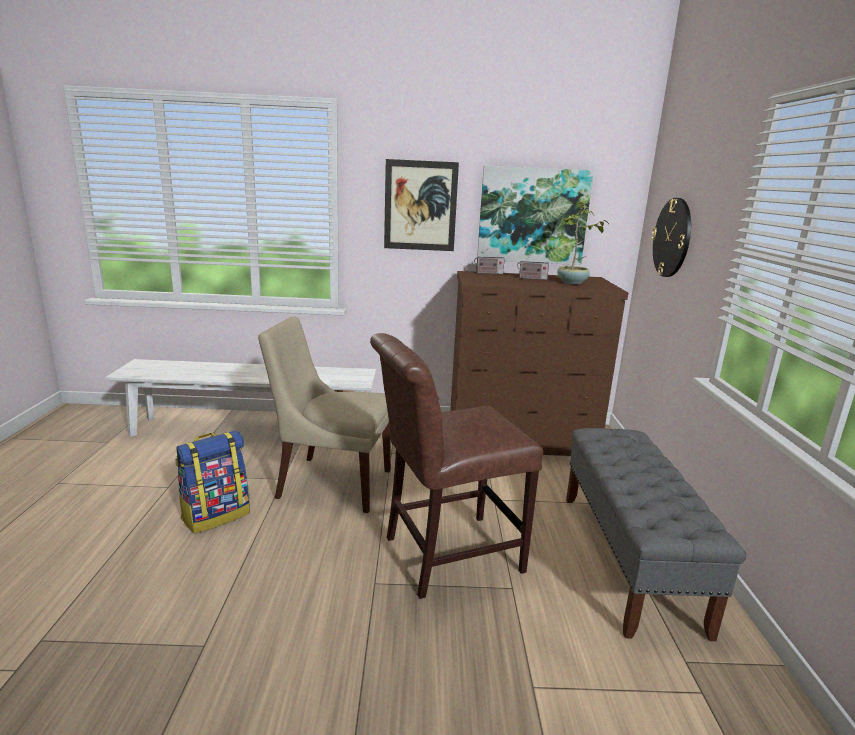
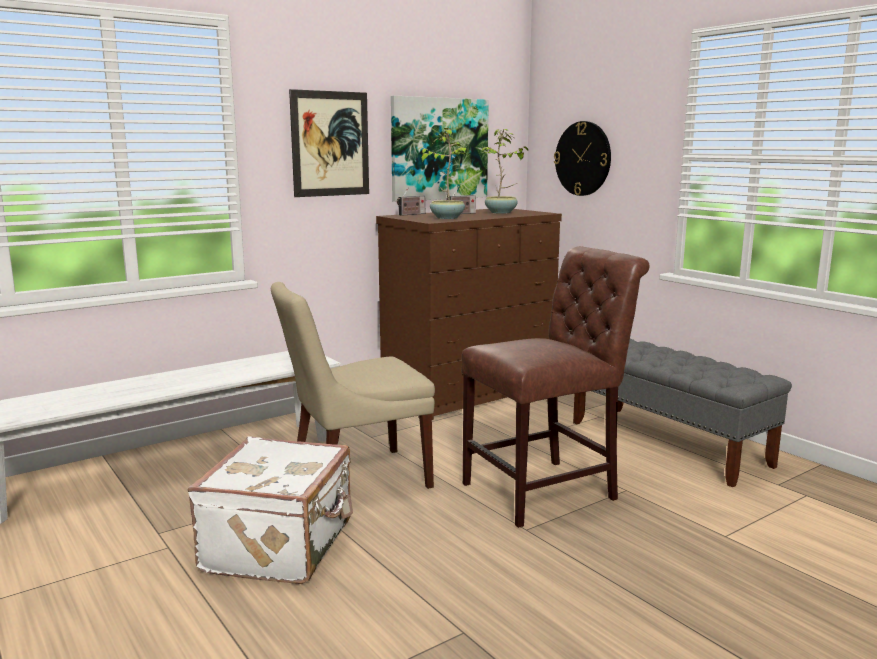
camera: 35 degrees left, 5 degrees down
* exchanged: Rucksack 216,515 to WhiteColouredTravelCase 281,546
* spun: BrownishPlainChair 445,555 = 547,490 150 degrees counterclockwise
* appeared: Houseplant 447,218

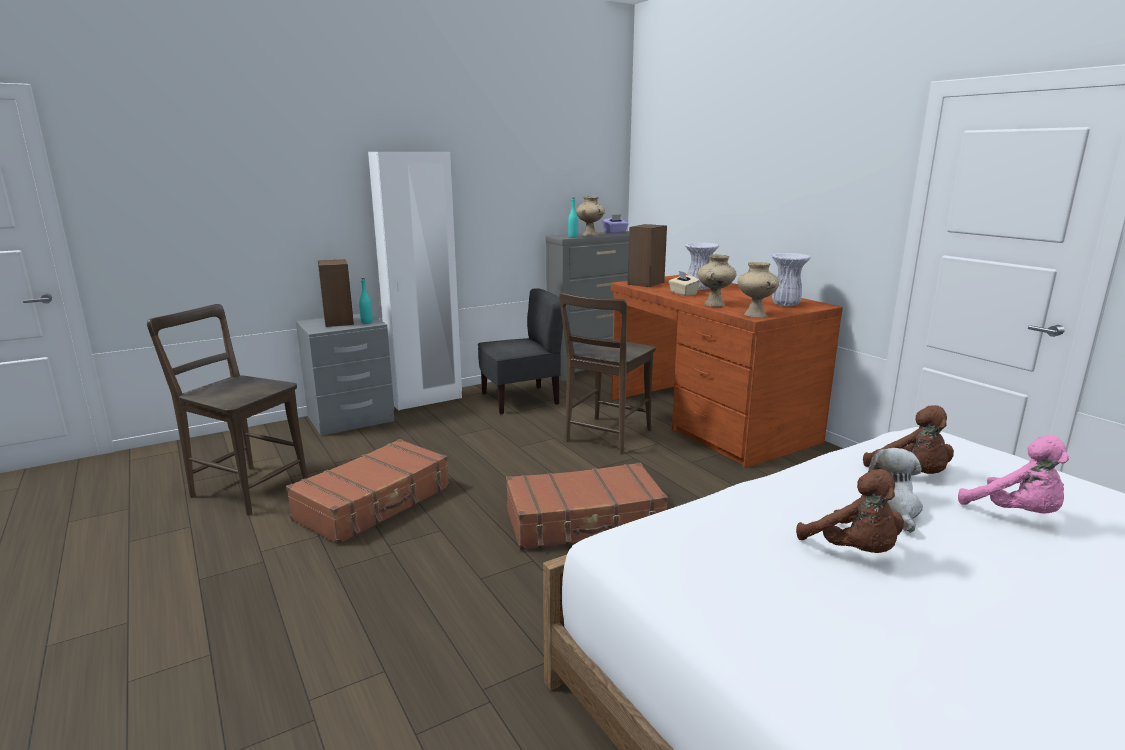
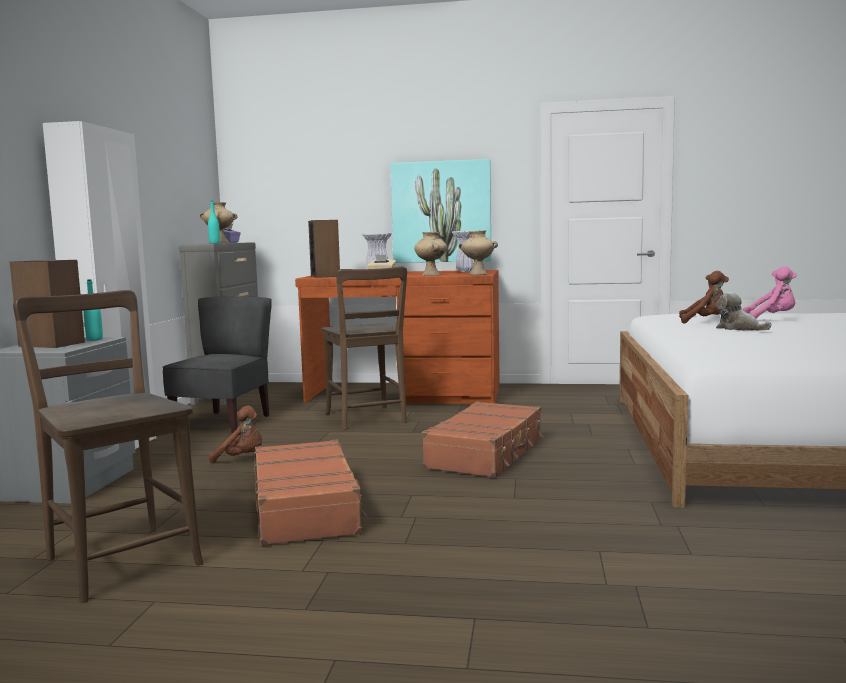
camera: 50 degrees left, 10 degrees down
* spun: BrownishPlainChair 246,488 = 120,558 75 degrees clockwise
* relocated: BrownishSoftToy 854,551 to 242,459
* appeared: Picture 441,212

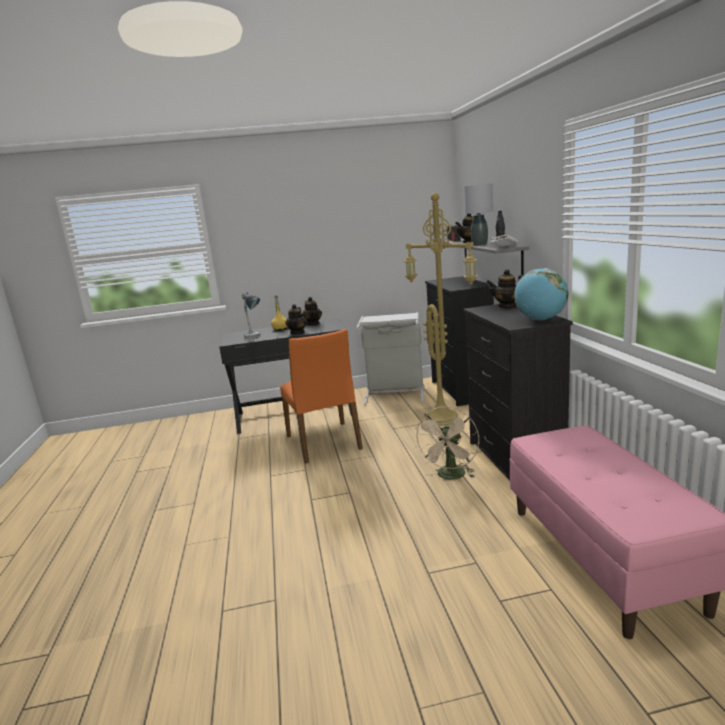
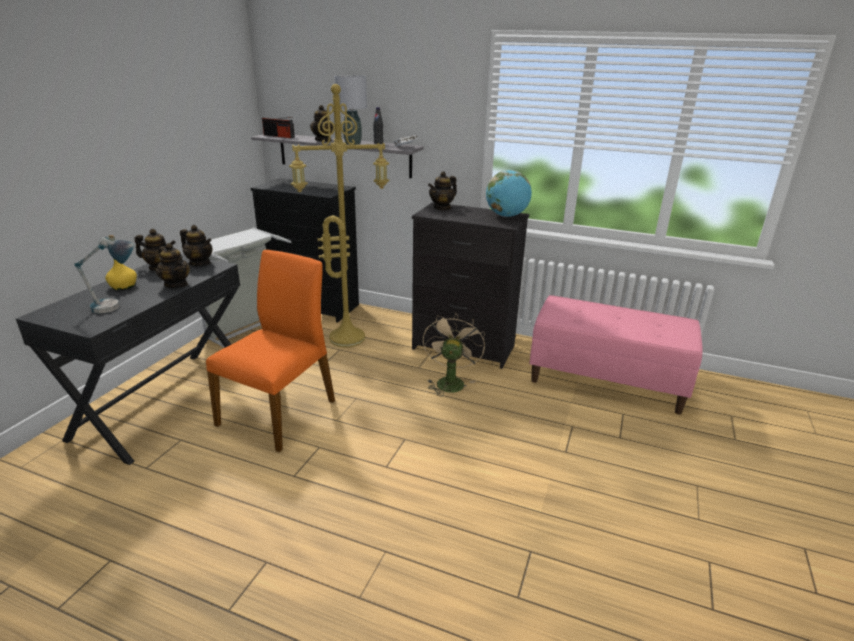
camera: 60 degrees left, 10 degrees up
* spun: OrangeyPlainChair 324,442 = 279,412 75 degrees counterclockwise
* spun: BeigeColouredFan 451,477 = 450,381 135 degrees counterclockwise
* appeared: PotForTea 200,263

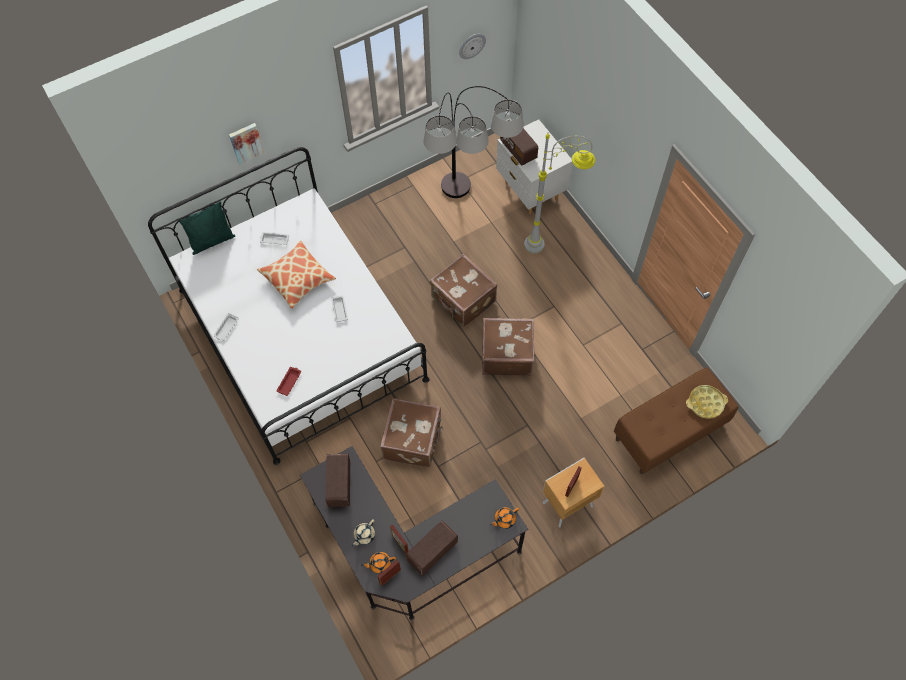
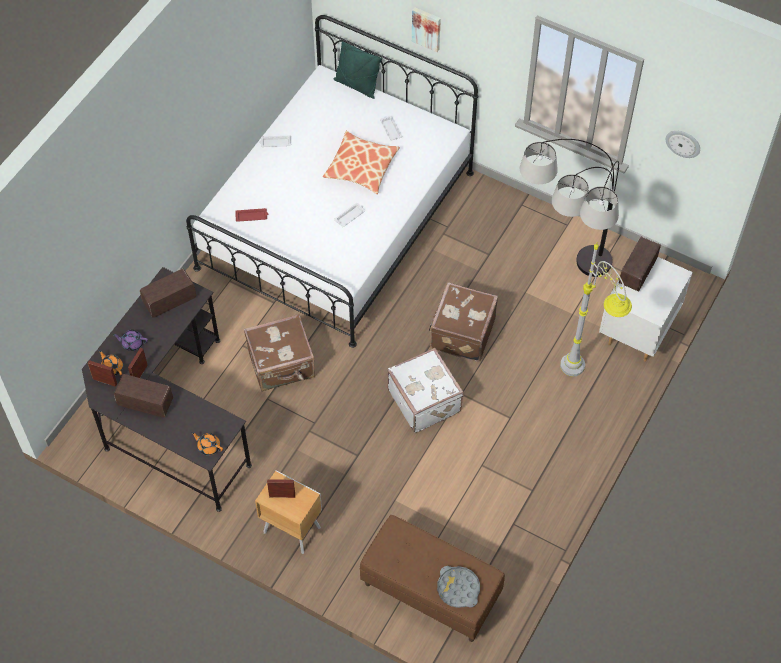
camera: 60 degrees right, 5 degrees down
* colour: BeigeColouredPotForTea 364,535 to PurplishPotForTea 132,343
* colour: BrownishTravelCase 506,354 to WhiteColouredTravelCase 425,400
* colour: YellowTray 705,403 to GreyishTray 458,589

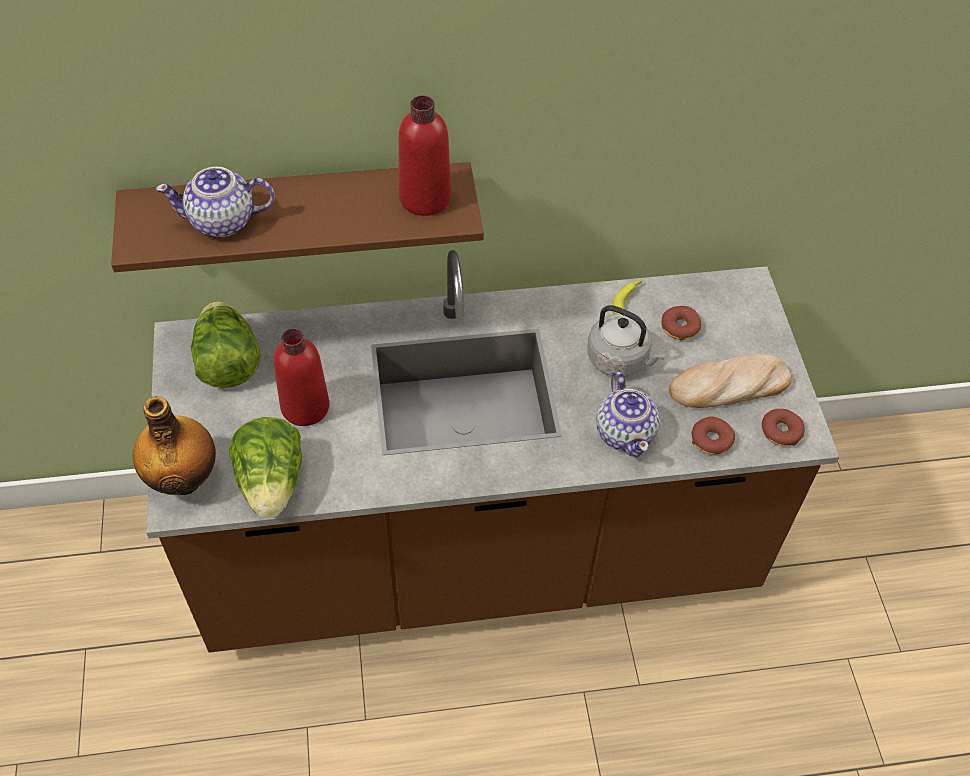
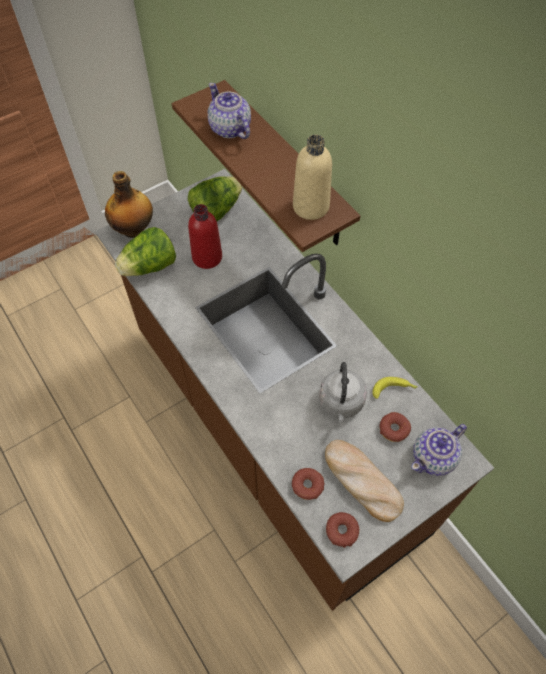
camera: 65 degrees right, 5 degrees up
* colour: ReddishDrinkBottle 425,198 to BeigeColouredDrinkBottle 311,206
* relocated: PotForTea 625,432 to 434,457

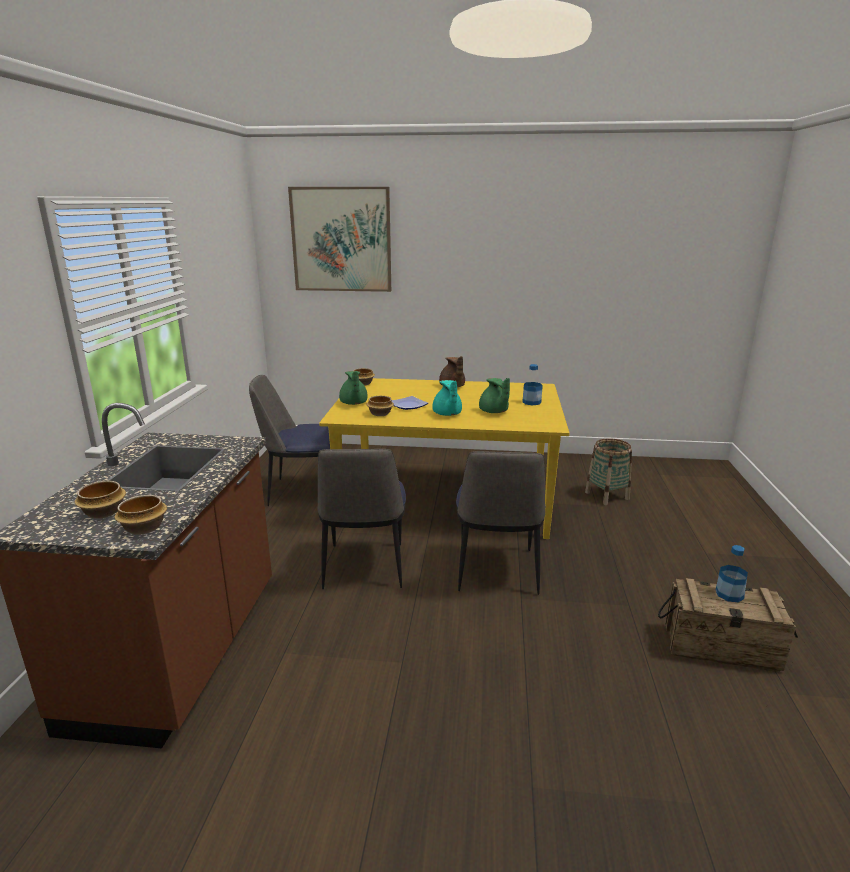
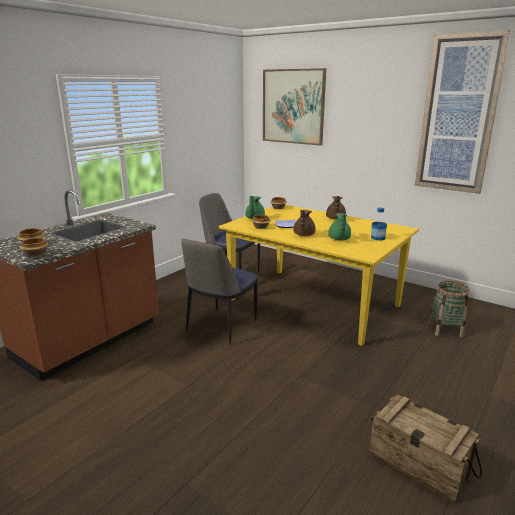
camera: 30 degrees right, 0 degrees up
* colour: TurquoisePotForTea 447,414 to BrownishPotForTea 303,235
* missing: PlainChair 496,571
* missing: DrinkBottle 729,594
* appeared: Picture 458,115

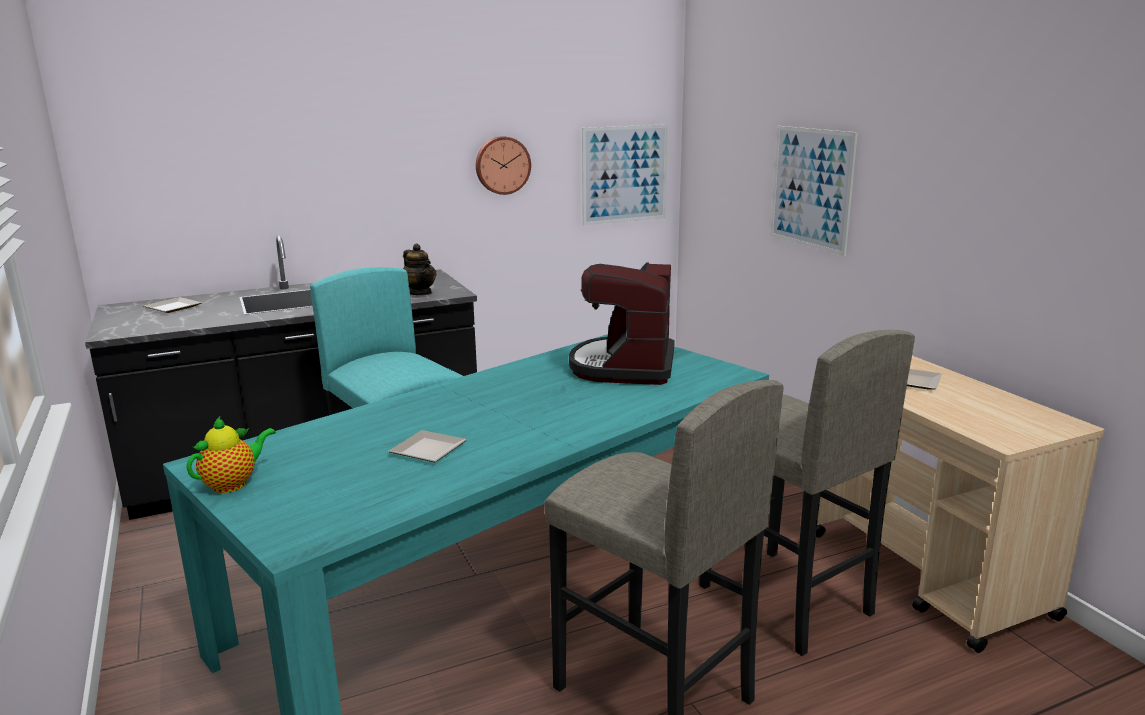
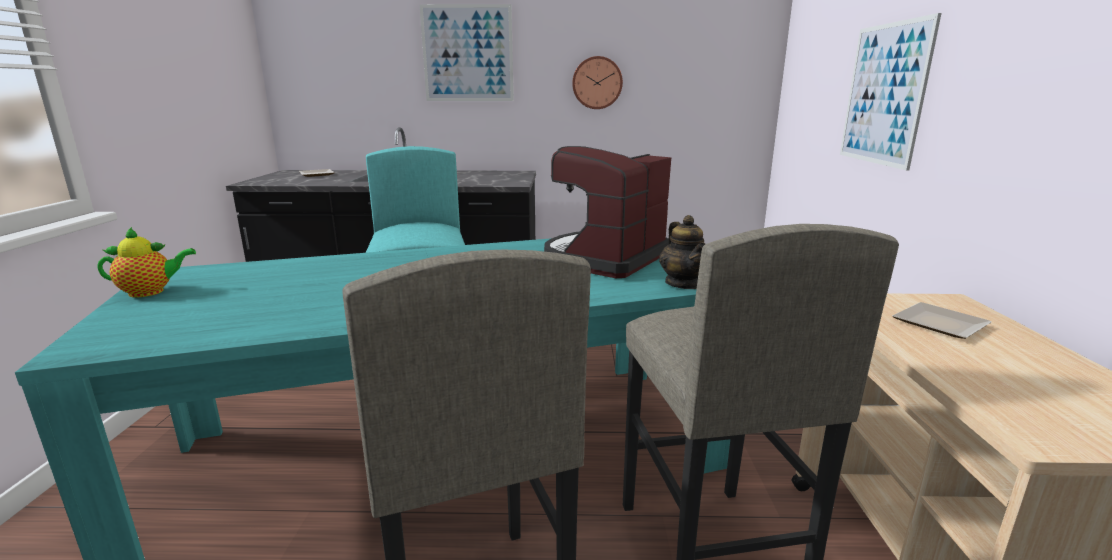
camera: 25 degrees right, 0 degrees up
* missing: Plate 428,449
* relocated: PotForTea 420,293 to 683,284
* relocated: Picture 624,174 to 468,54

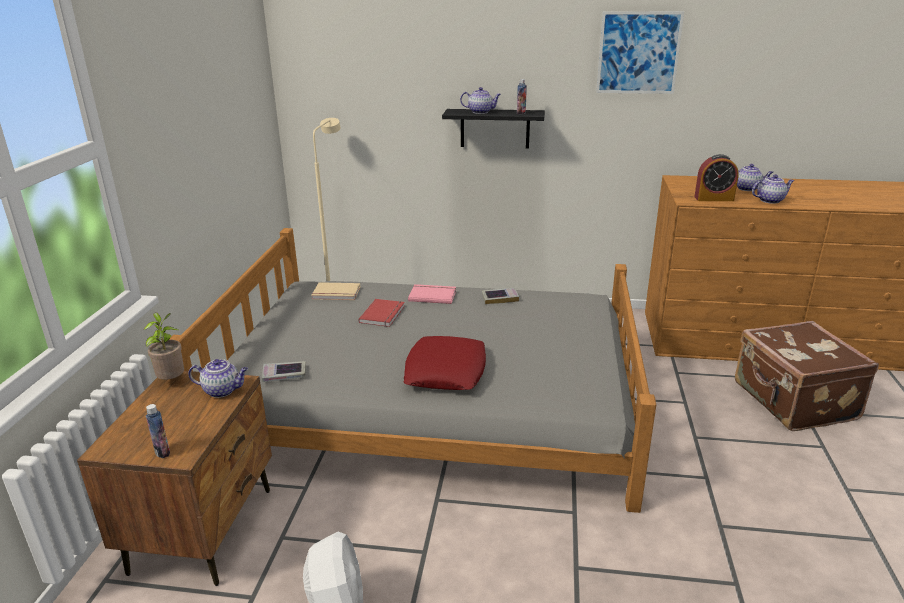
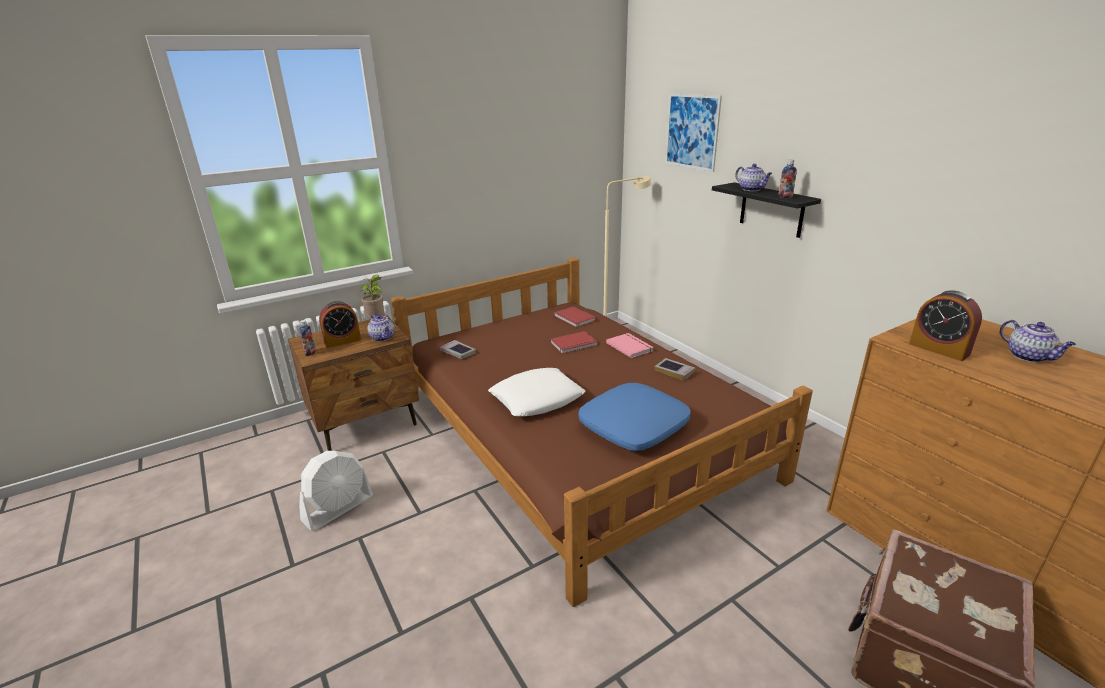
camera: 50 degrees right, 0 degrees up
* colour: GreyishBed 435,402 to BrownishBed 576,432
* colour: BeigeColouredVolume 336,294 to ReddishVolume 573,318
* colour: ReddishThrowPillow 445,371 to WhiteColouredThrowPillow 537,399
* relocated: Picture 638,53 to 692,131
* missing: PotForTea 770,200
* appeared: AlarmClock 342,341
* appeared: BlueThrowPillow 633,425

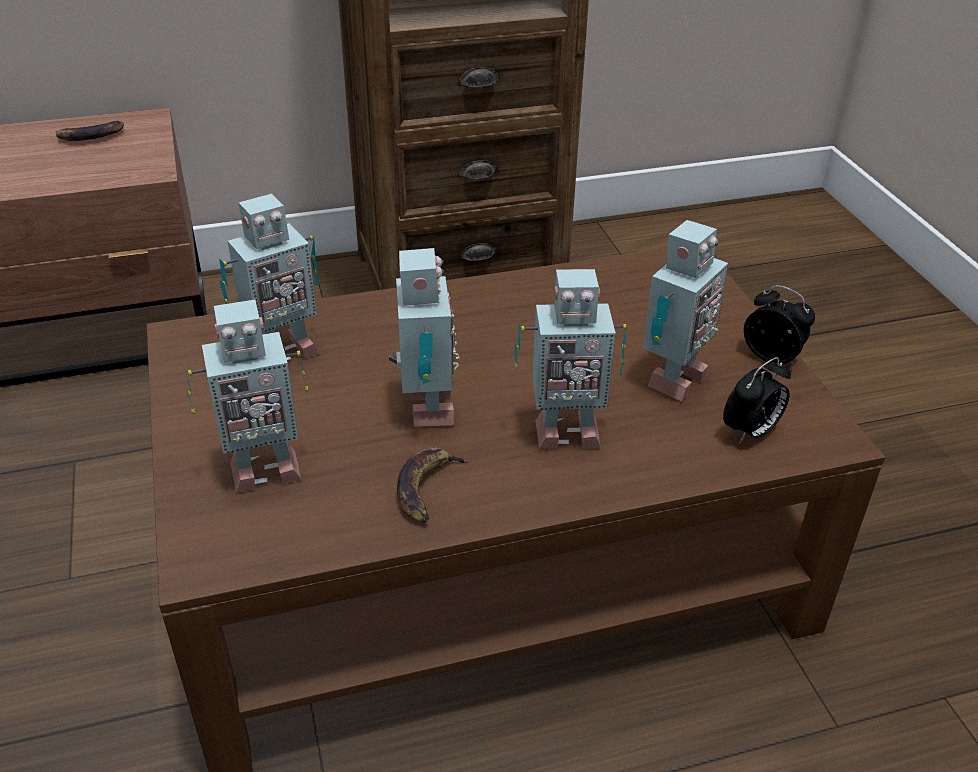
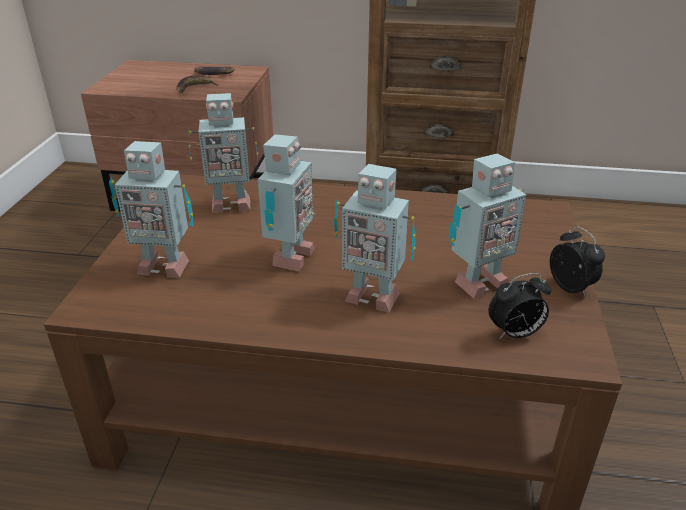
camera: 25 degrees right, 5 degrees down
* relocated: BananaFruit 428,488 to 194,88

